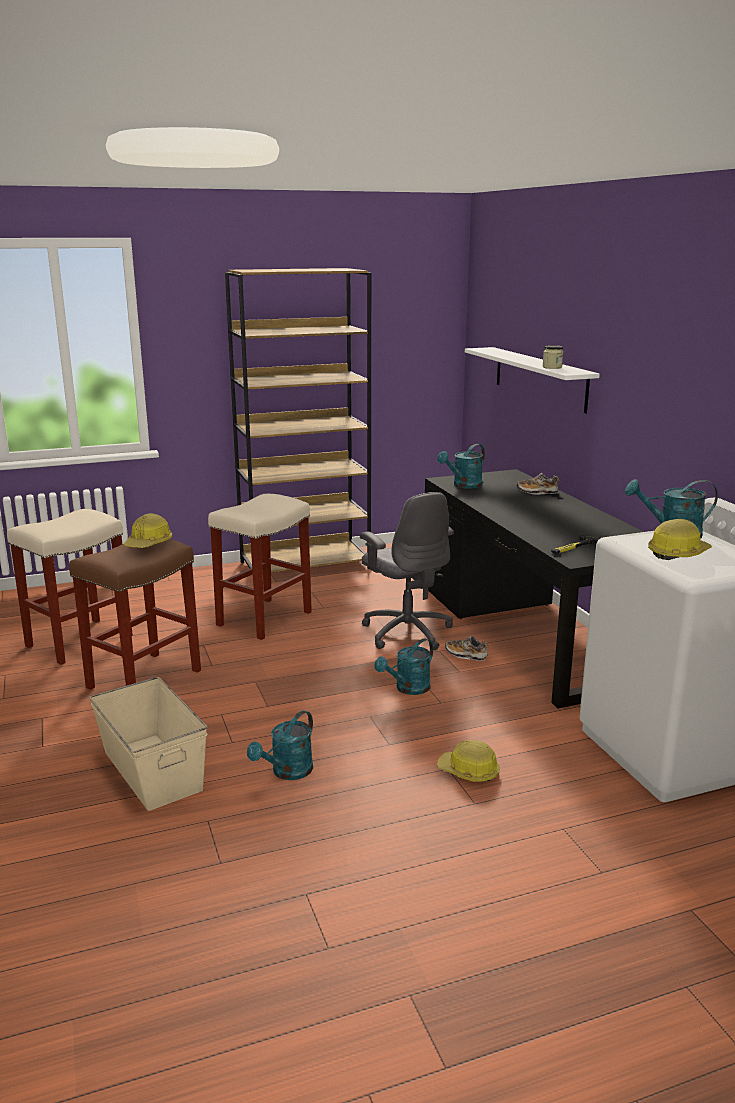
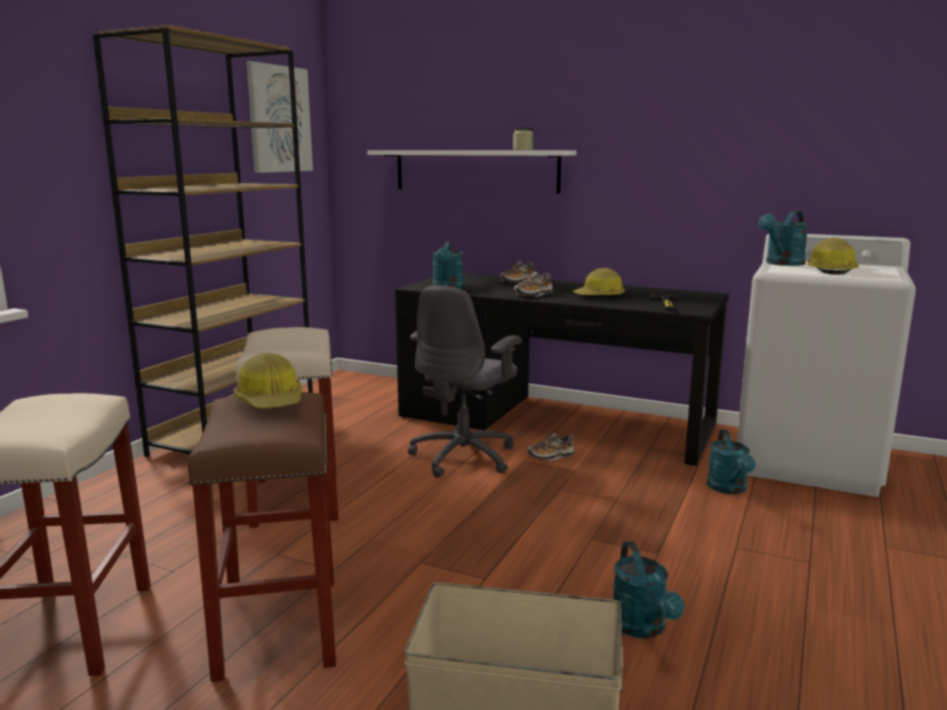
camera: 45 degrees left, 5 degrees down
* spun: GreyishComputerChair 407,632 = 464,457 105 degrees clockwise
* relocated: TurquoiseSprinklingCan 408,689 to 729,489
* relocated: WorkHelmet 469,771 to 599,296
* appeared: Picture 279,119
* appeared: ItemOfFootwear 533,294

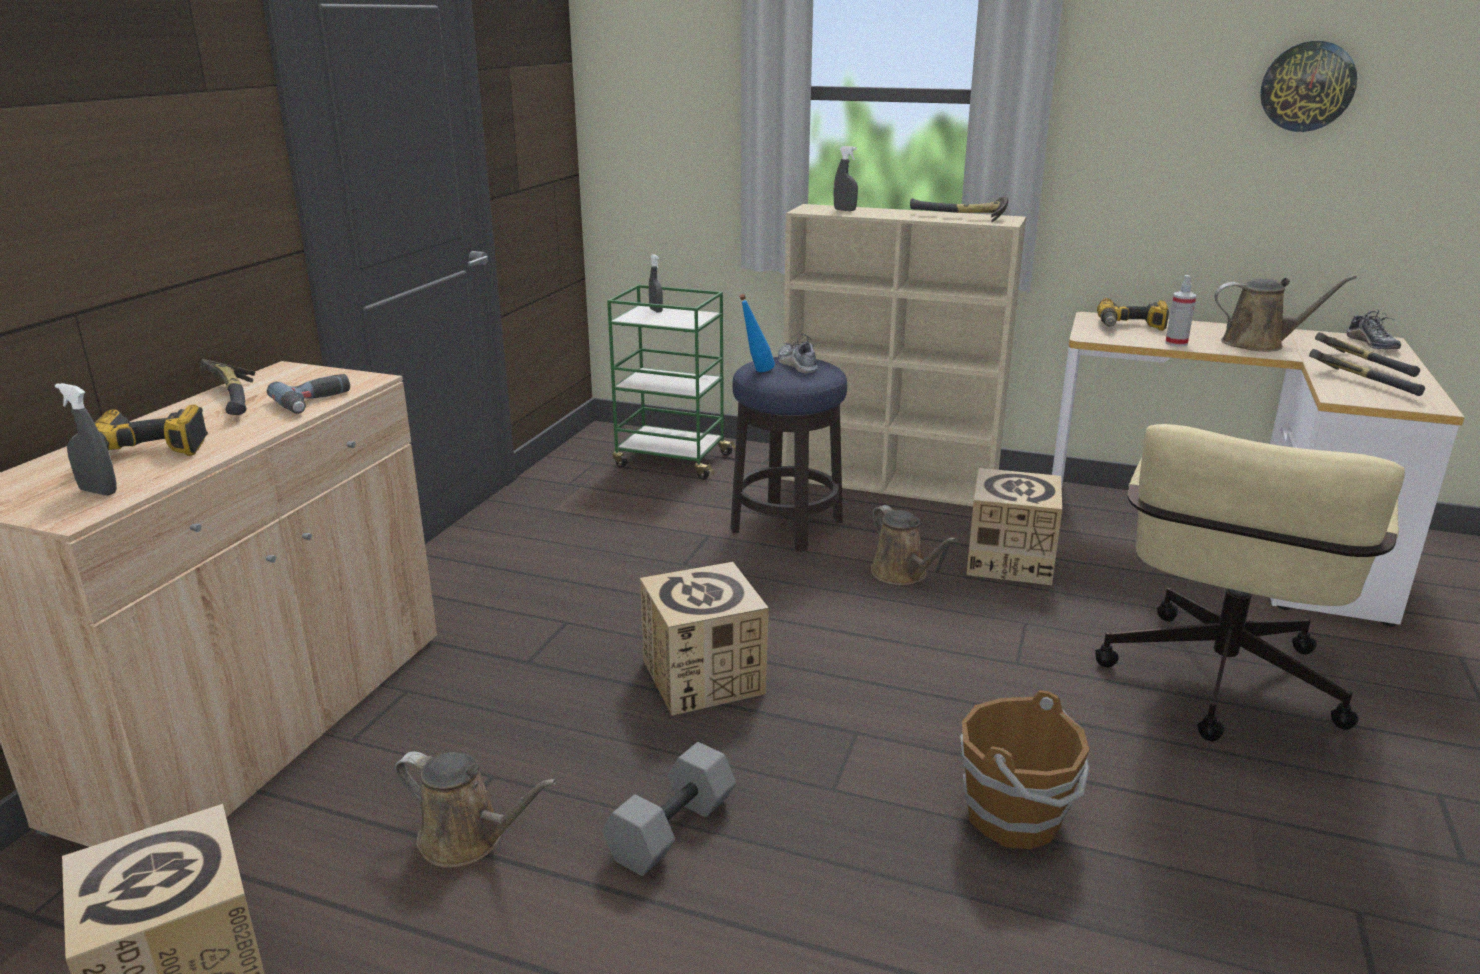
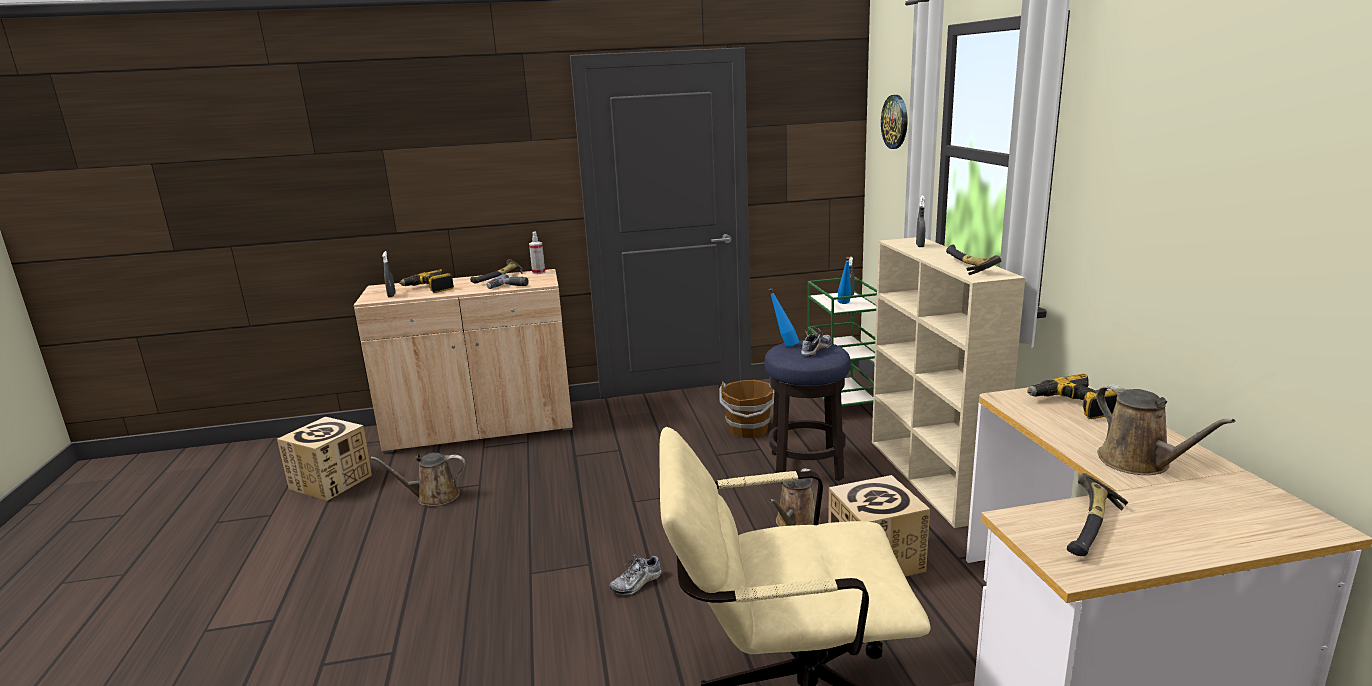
camera: 60 degrees right, 5 degrees down
* spun: BrownishSprinklingCan 468,839 = 433,497 90 degrees clockwise
* missing: GreyishFreeWeight 671,828
* missing: CardboardBox 704,677
* relocated: BrownishPail 1016,818 to 748,430
* relocated: SprayBottle 1176,343 to 538,272
* relocated: WallClock 1307,86 to 895,121
* missing: HandHammer 1365,365
* relocated: ItemOfFootwear 1372,344 to 636,583
* appeared: BlueDrinkBottle 844,304

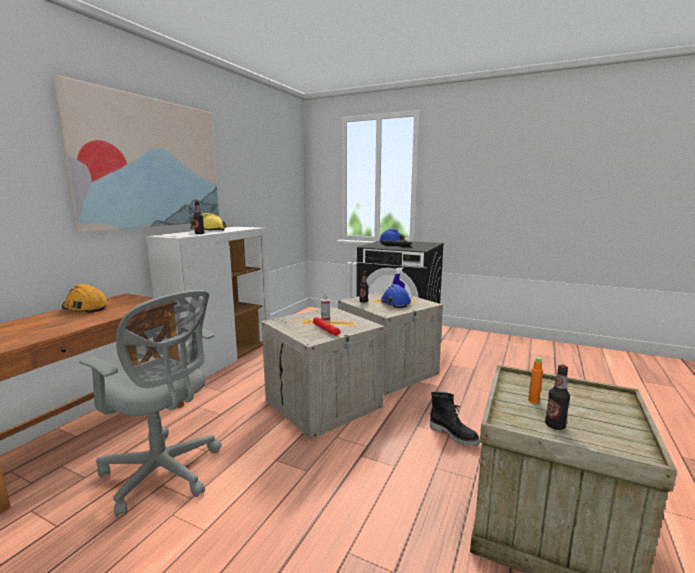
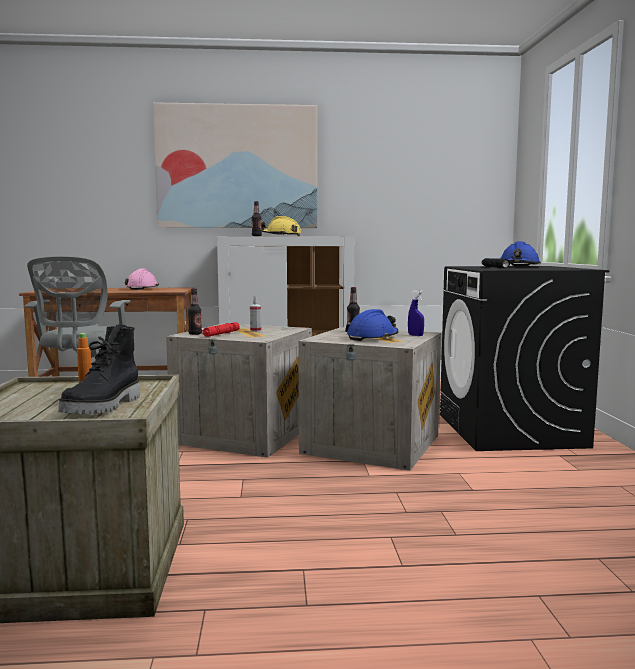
camera: 60 degrees right, 5 degrees down
* colour: OrangeyWorkHelmet 85,308 to PinkishWorkHelmet 142,288
* relocated: BlackHighTopBoot 454,435 to 104,407
* relocated: DrinkBottle 555,425 to 195,334

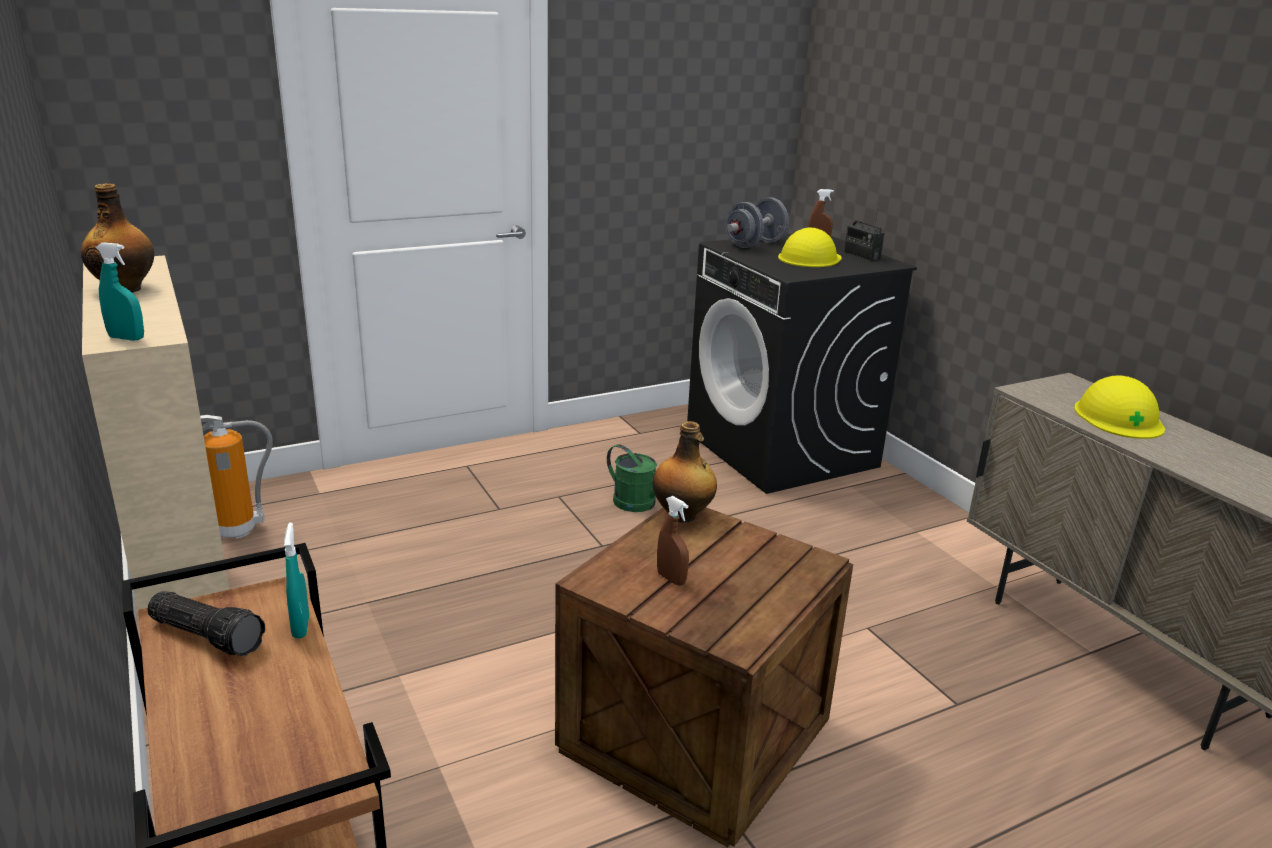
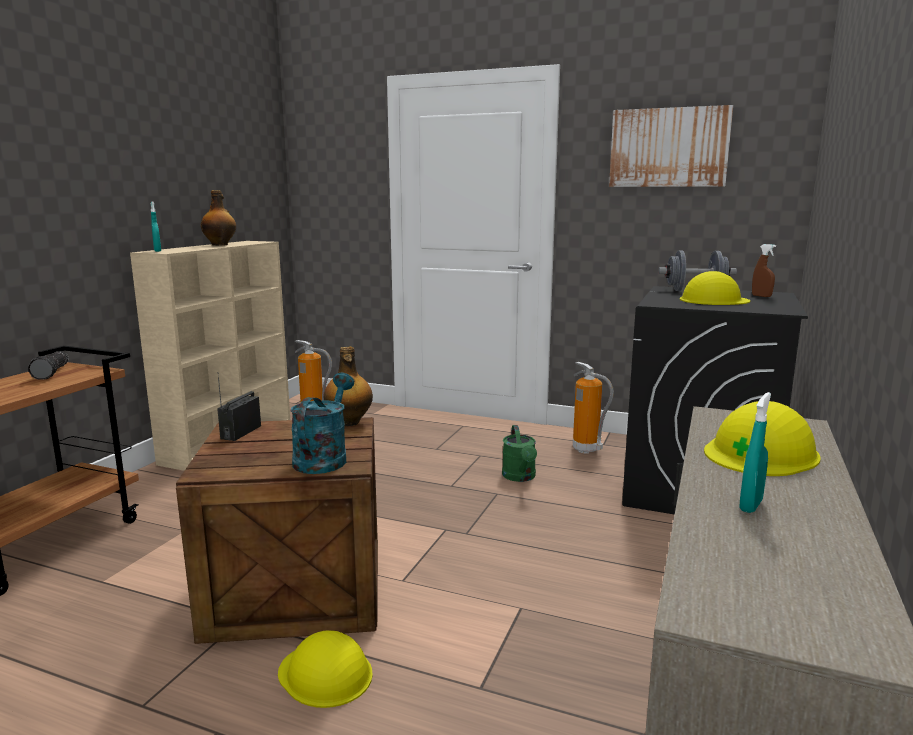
camera: 50 degrees right, 10 degrees down
* relocated: TurquoiseSprayBottle 301,627 to 751,505
* missing: BrownishSprayBottle 671,579
* relocated: RadioSet 861,255 to 241,432
* appeared: YellowWorkHelmet 325,674
* appeared: TurquoiseSprinklingCan 324,458
* appeared: Extinguisher 587,450
* appeared: Picture 669,148

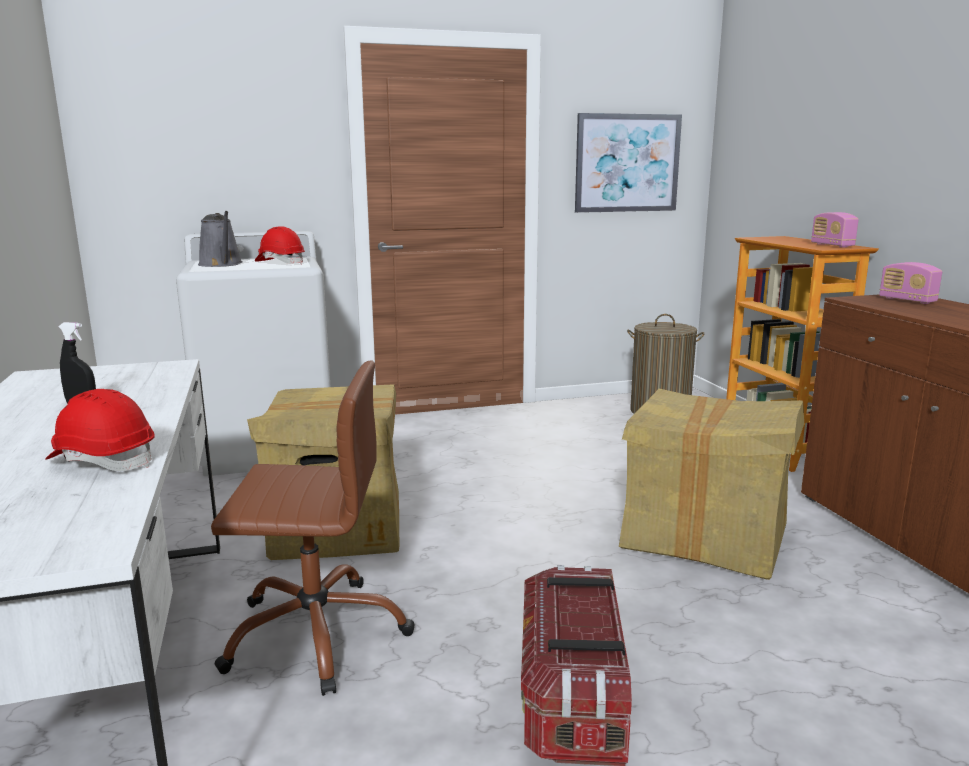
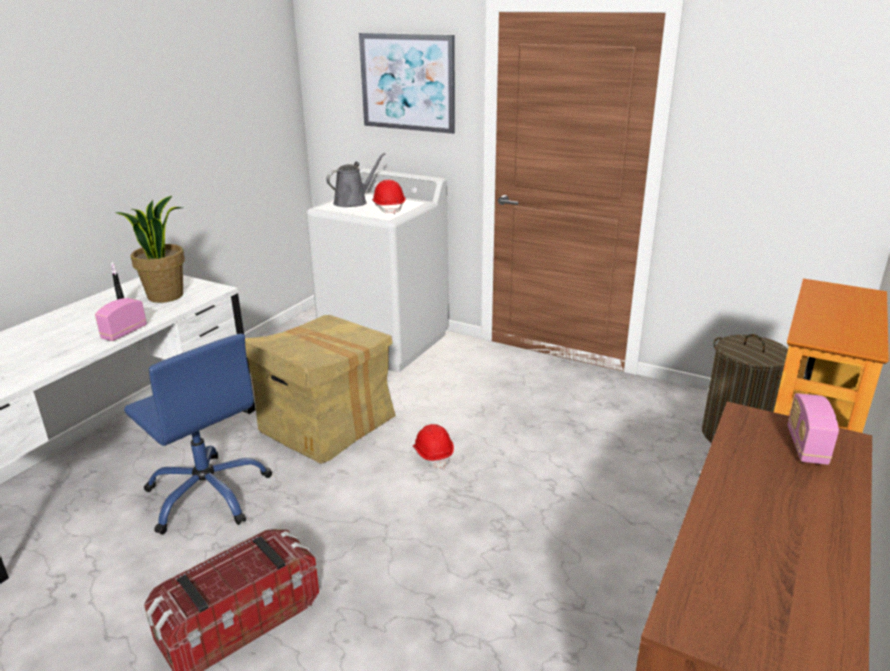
camera: 45 degrees right, 10 degrees up
* relocated: ReddishWorkHelmet 103,460 to 433,454
* spun: GreyishSprinklingCan 221,264 = 353,202 150 degrees counterclockwise
* colour: BrownishComputerChair 316,633 to BlueComputerChair 208,494
* relocated: Picture 627,163 to 407,82
* missing: CardboardBox 706,537
* relocated: RadioSet 832,245 to 124,332
* appeared: Houseplant 165,295

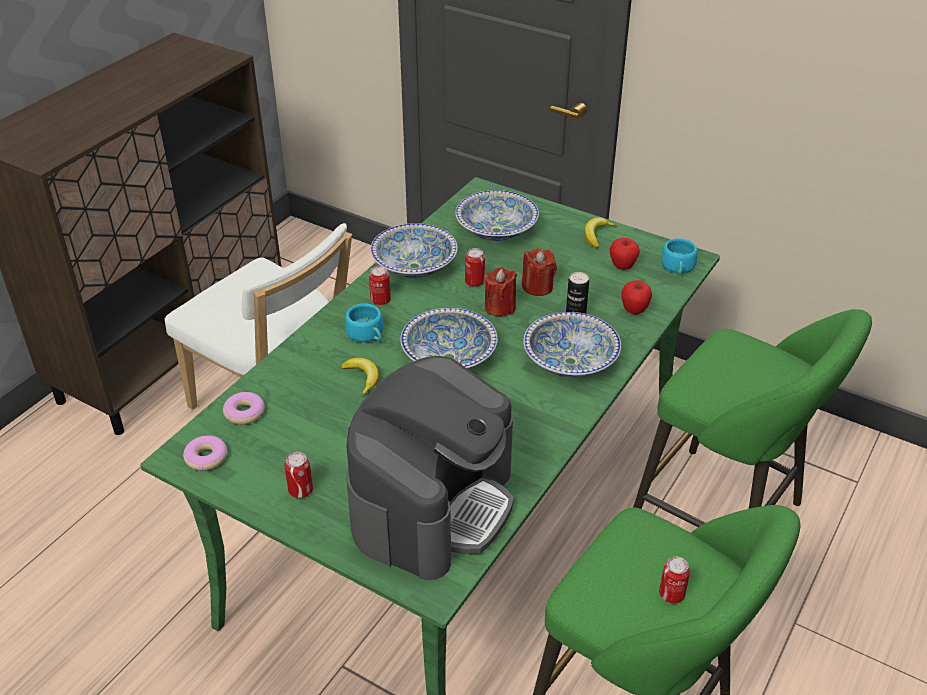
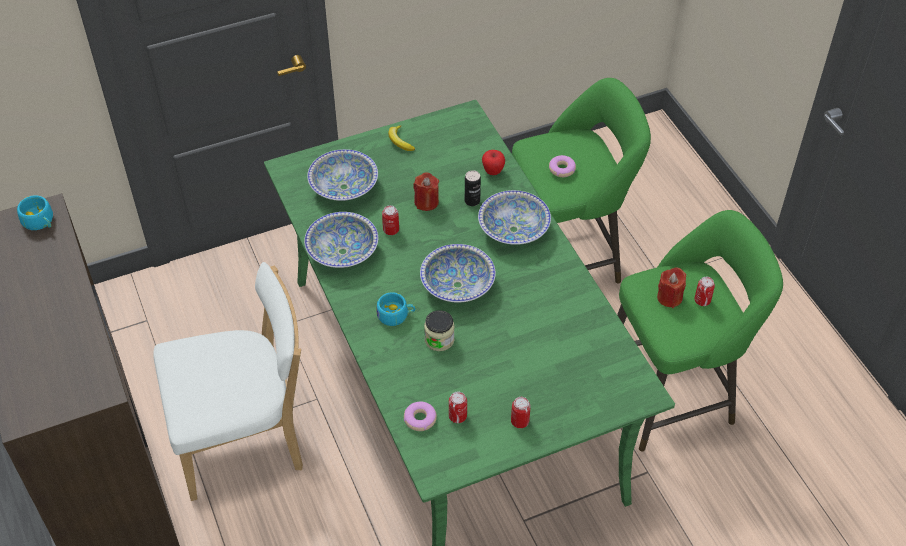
camera: 55 degrees left, 10 degrees up
* relocated: RingDoughnut 206,457 to 562,169
* exchanged: BananaFruit 362,378 to StorageJar 439,340
* missing: CoffeeMachine 433,504
* relocated: MetalCan 380,300 to 457,416
* relocated: ReddishWaxLight 500,307 to 669,297
* missing: AppleFruit 622,267
* relocated: TurquoiseSmallCup 678,268 to 40,222

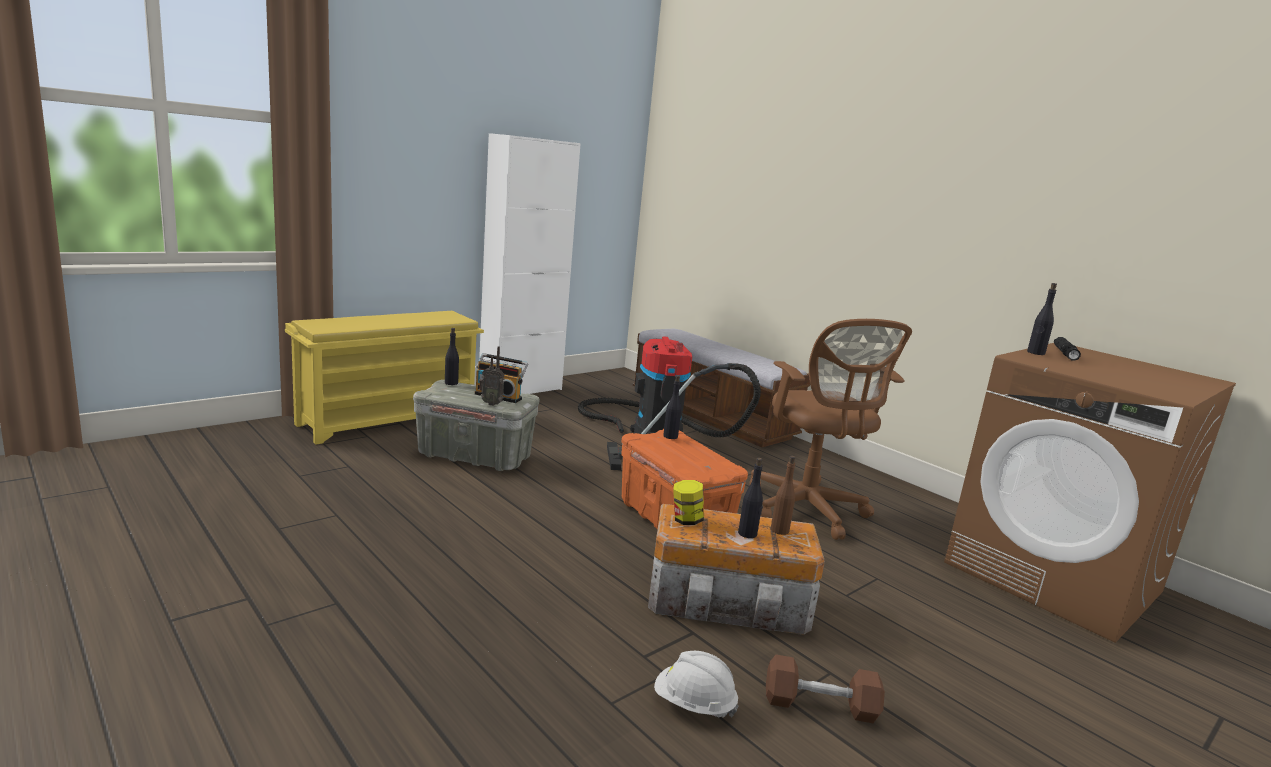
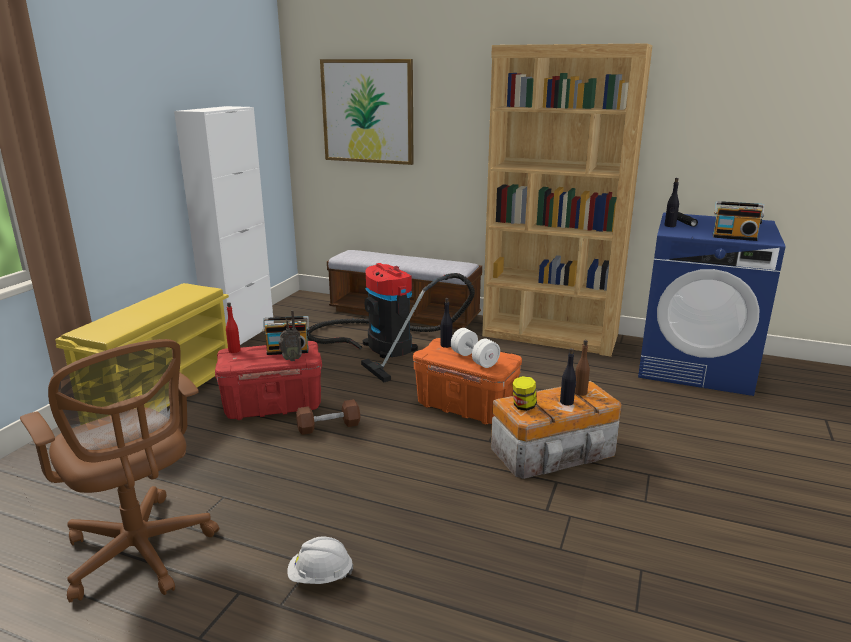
camera: 25 degrees left, 5 degrees up
* colour: GreyishStorageBin 476,456 to ReddishStorageBin 274,406
* colour: BlackDrinkBottle 451,383 to ReddishDrinkBottle 234,350
* relocated: WhiteColouredWorkHelmet 693,704 to 320,576
* relocated: BrownishComputerChair 808,511 to 141,554
* relocated: BrownishFreeWeight 820,705 to 329,426
* colour: BrownishWashingMachine 1054,577 to BlueWashingMachine 695,366
* appeared: Picture 367,111
* appeared: WhiteColouredFreeWeight 474,359
* appeared: BrownishBookcase 550,336
* appeared: RadioSet 734,237

